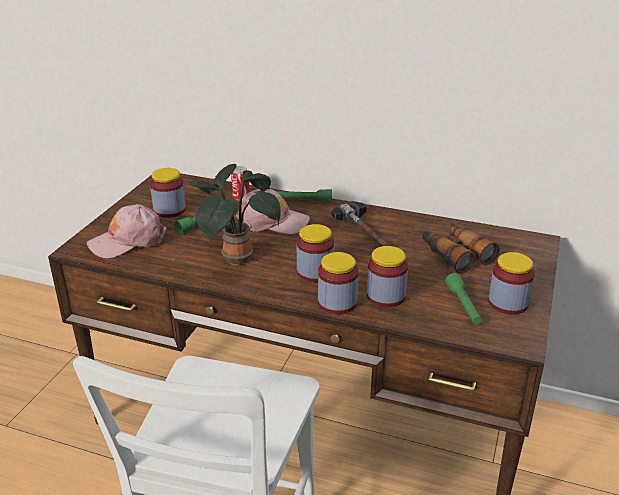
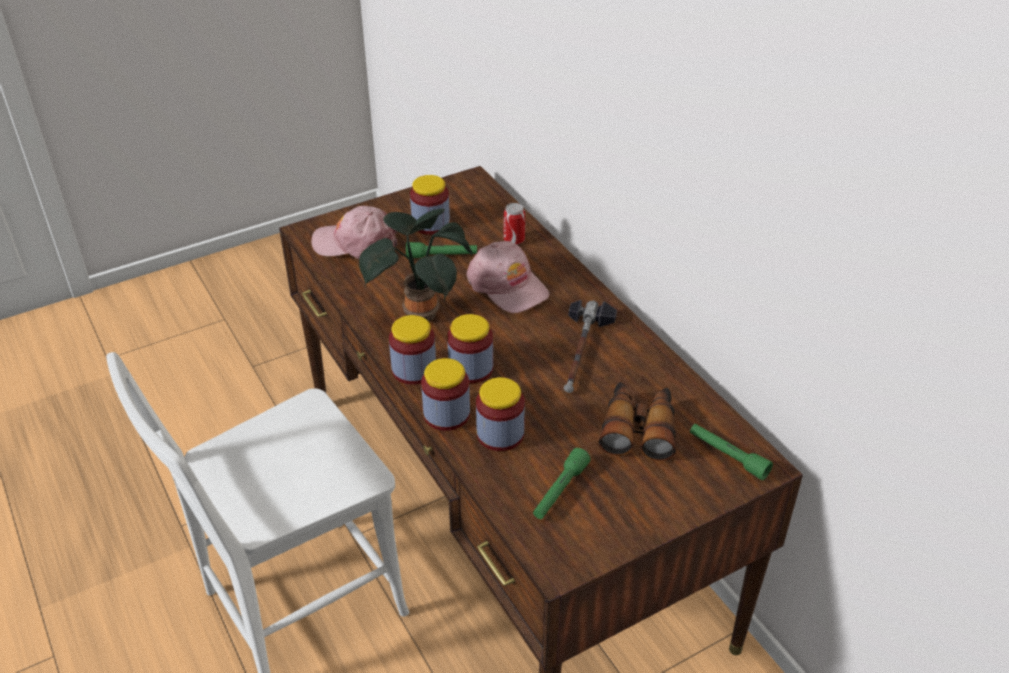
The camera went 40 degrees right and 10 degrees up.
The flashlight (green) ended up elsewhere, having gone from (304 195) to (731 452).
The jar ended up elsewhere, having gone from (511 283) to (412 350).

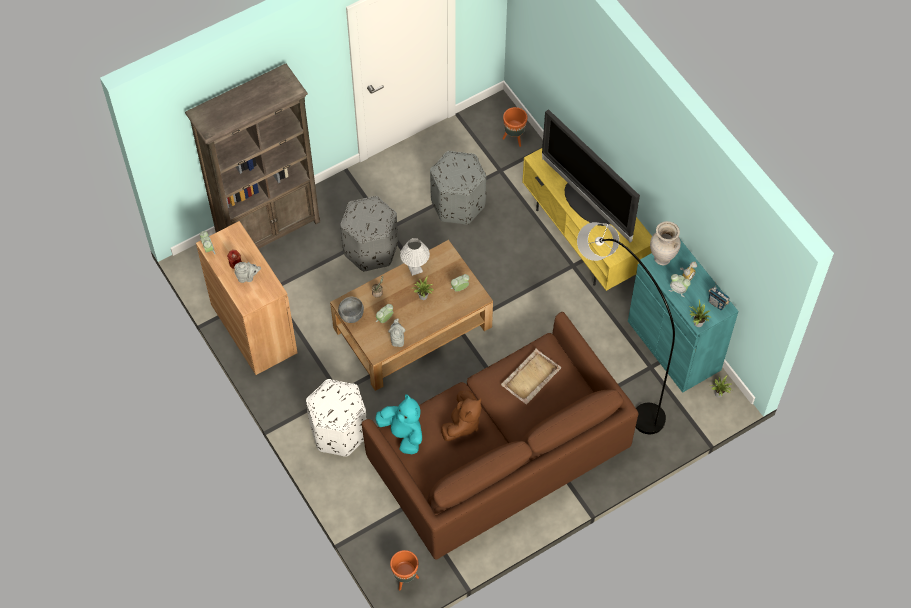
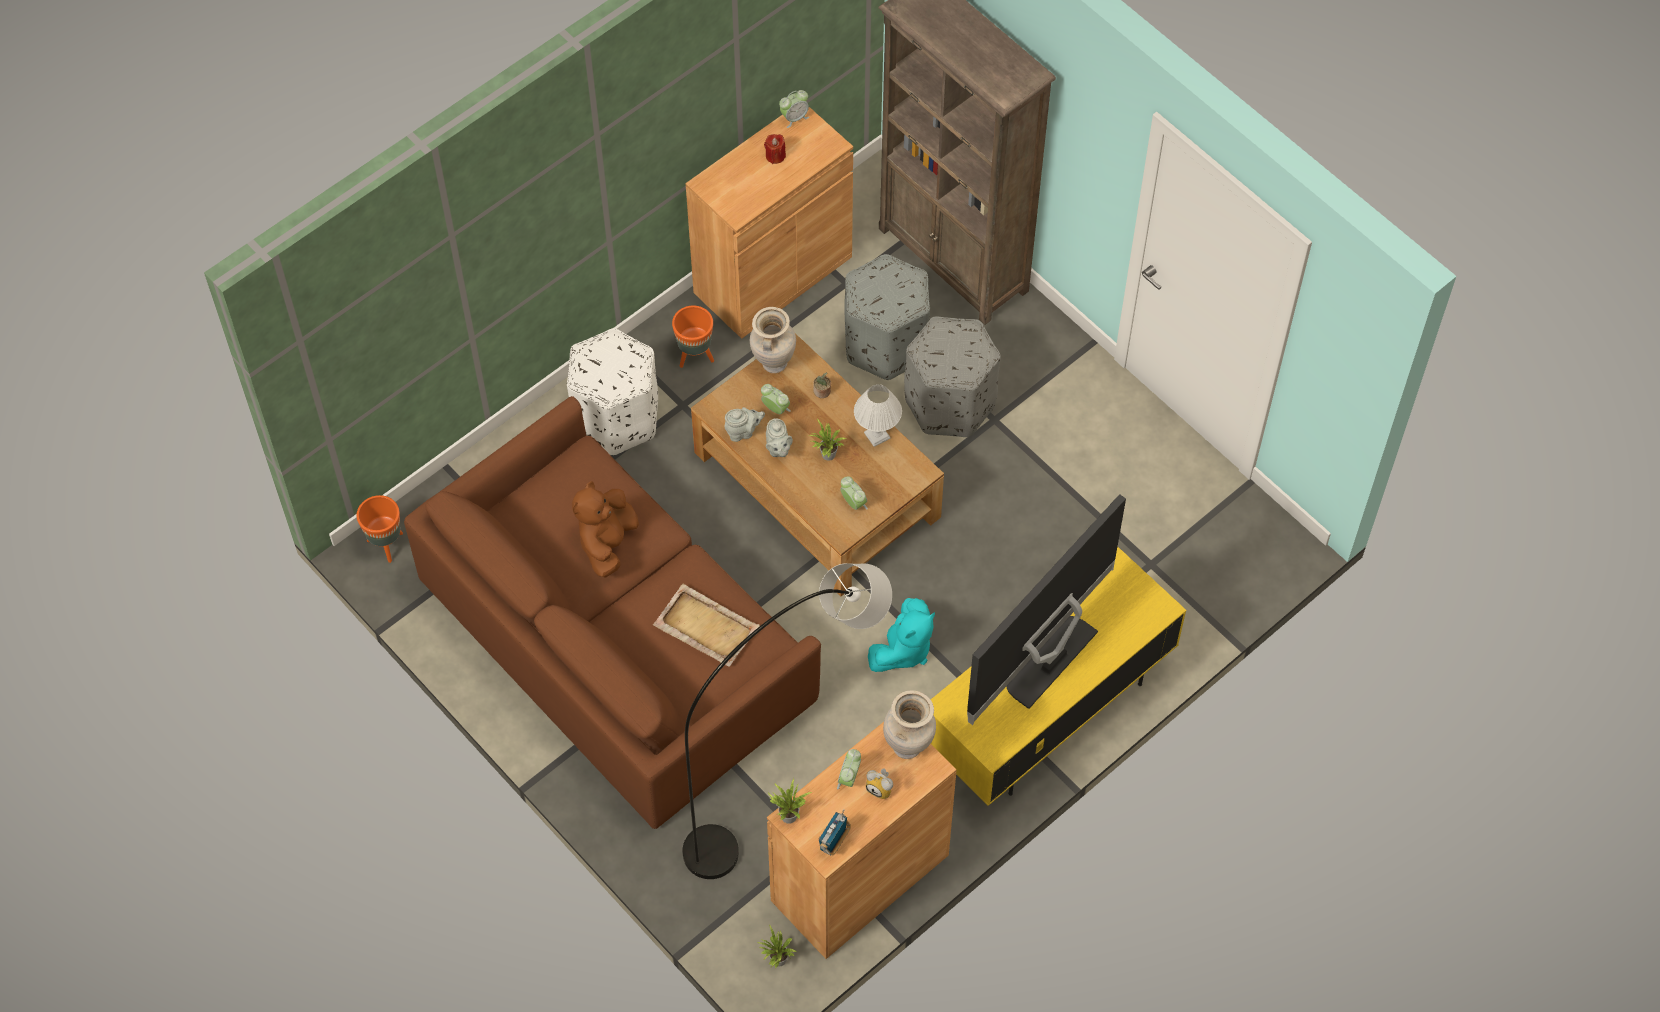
The camera went 80 degrees right and 0 degrees up.
The planter (orange) ended up elsewhere, having gone from (515 127) to (693 337).
The ottoman (grey) ended up elsewhere, having gone from (458 188) to (887 317).
What was the cabinet (turquoise) at (683 316) turned into the cabinet (brown) at (862 840).
The teapot (grey) ended up elsewhere, having gone from (247 272) to (779 437).
Where the bowl (grey) stood at (351 310), the vase (beige) came to stand at (773 340).
The plush toy (brown) at (461 415) ended up facing another way, 90 degrees clockwise from before.
The plush toy (turquoise) ended up elsewhere, having gone from (398 424) to (901 635).

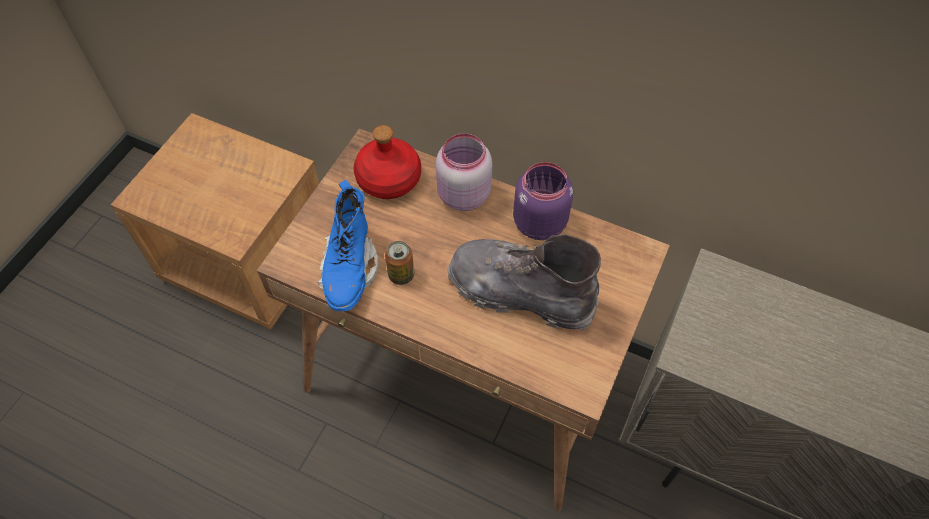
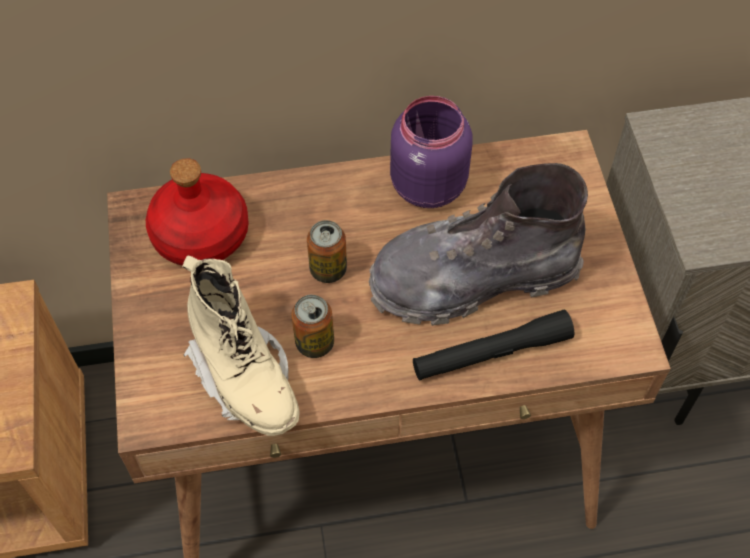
The camera went 35 degrees left and 0 degrees up.
The second view lost the jar (pink) at (464 172).
What was the boot (blue) at (348 245) turned into the boot (beige) at (240 345).
The second view gained the can at (327 251).
The second view gained the flashlight (black) at (493 345).

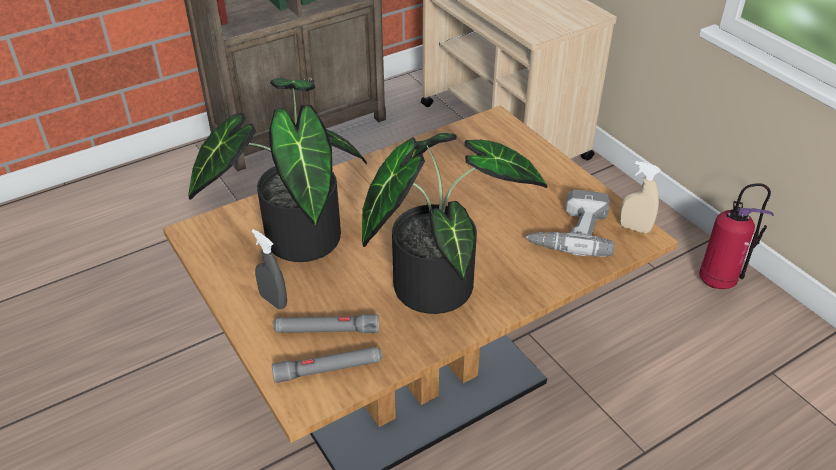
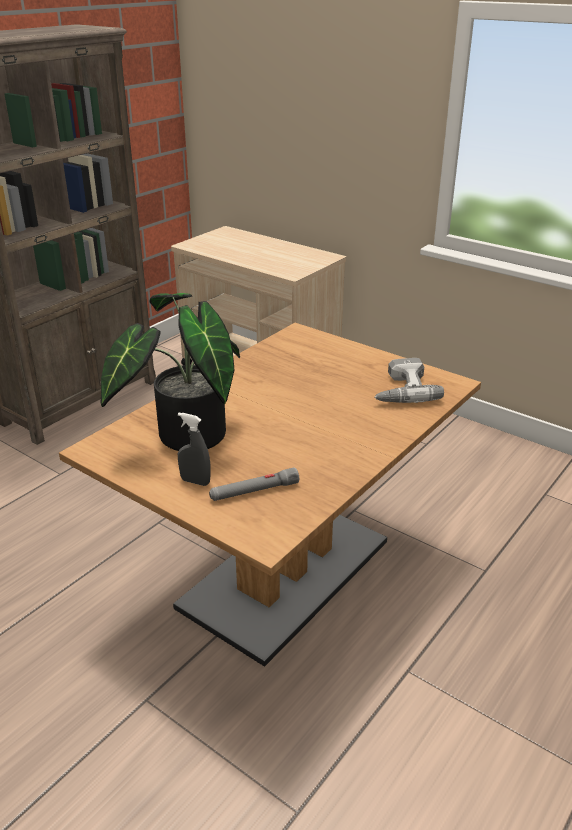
The camera went 20 degrees left and 10 degrees down.
The second view lost the potted plant at (455 223).
The second view lost the spray bottle (beige) at (640 197).
The second view lost the fire extinguisher at (736 236).
The second view lost the flashlight (grey) at (327 365).

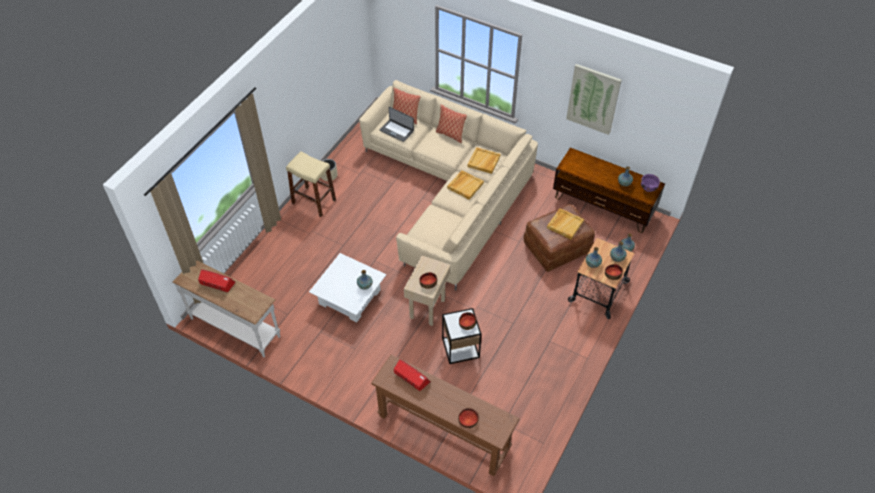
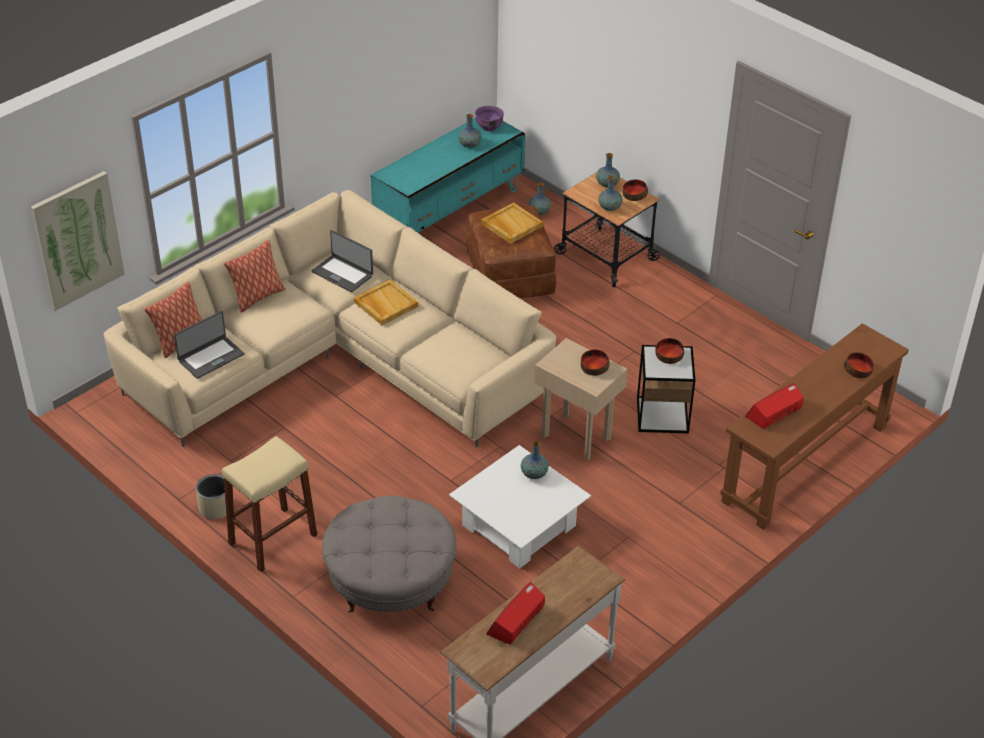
The camera went 75 degrees left and 10 degrees down.
The picture ended up elsewhere, having gone from (594 99) to (78 241).
Where the tray (beige) stood at (484 160), the laptop came to stand at (342 261).
What was the tv stand (brown) at (609 190) turned into the tv stand (turquoise) at (448 174).
The second view gained the ottoman (grey) at (389 554).

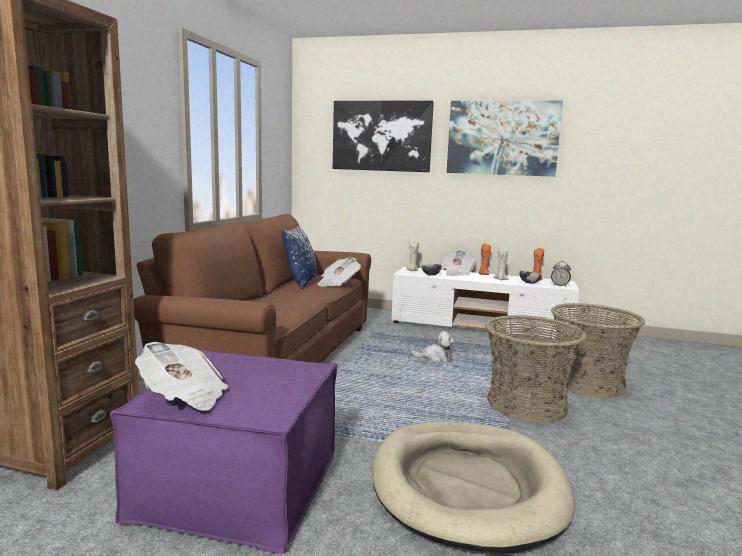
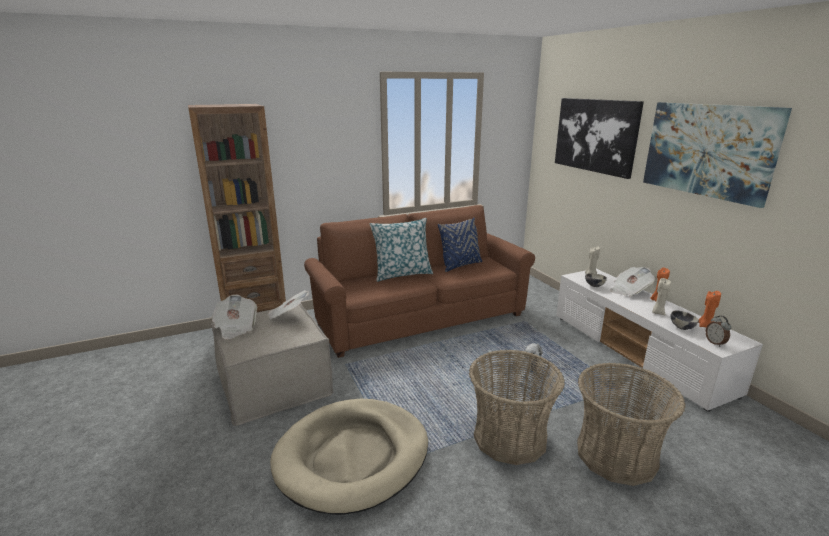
The camera went 50 degrees right and 10 degrees up.
The newspaper ended up elsewhere, having gone from (339 272) to (288 305).
What was the ottoman (purple) at (223 451) turned into the ottoman (beige) at (272 364).
The second view gained the pillow at (401 250).

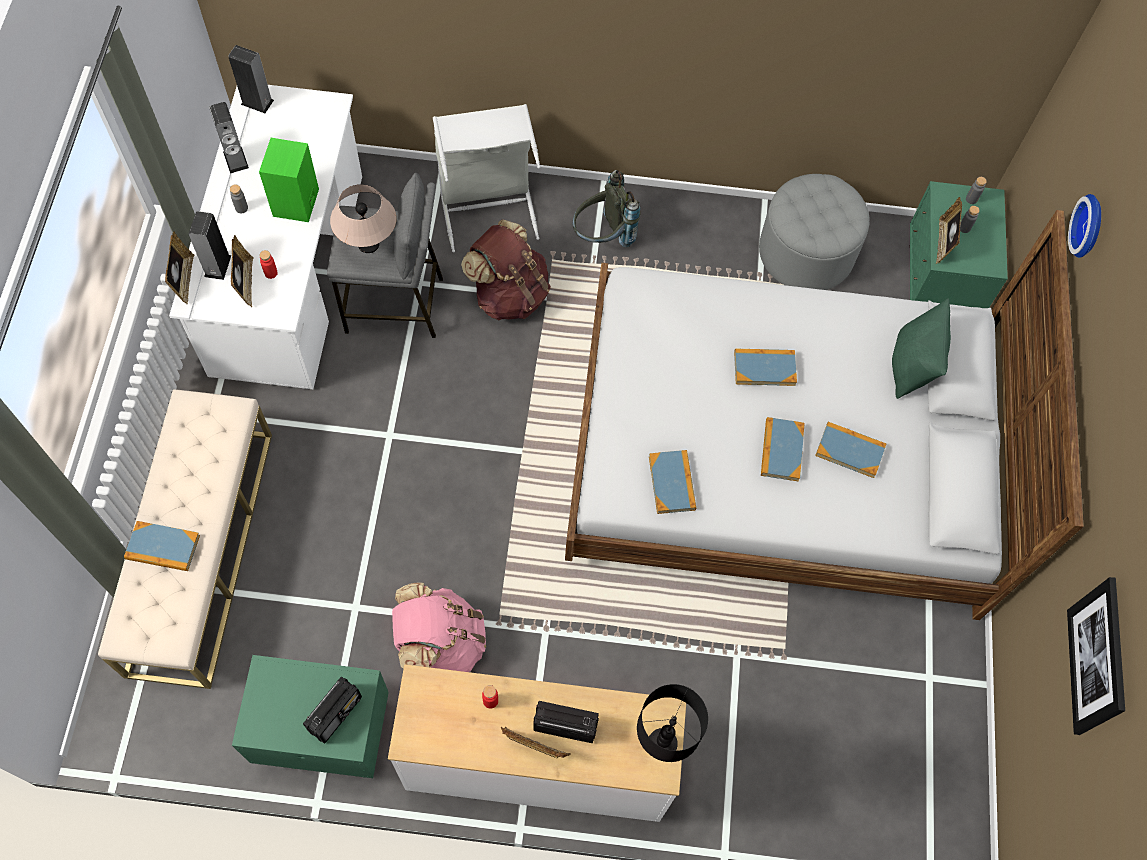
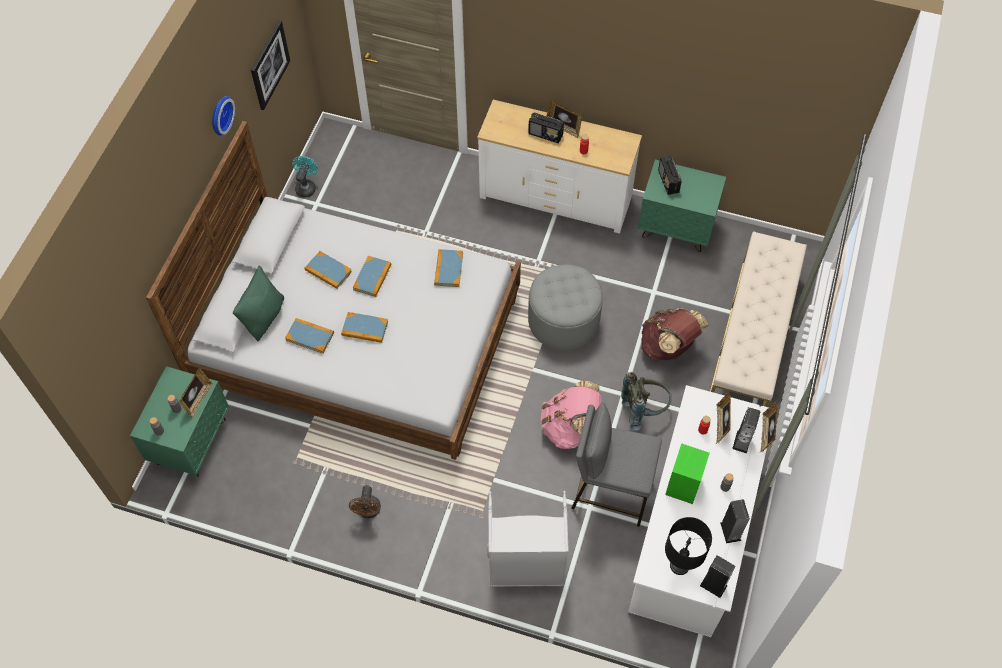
The camera went 165 degrees left and 5 degrees down.
The backpack (grey) ended up elsewhere, having gone from (606 208) to (646 401).
The ottoman (grey) ended up elsewhere, having gone from (814 232) to (565 307).
The second view lost the table lamp (beige) at (363 218).
The wall clock ended up elsewhere, having gone from (1084 226) to (223 116).
The backpack (brown) ended up elsewhere, having gone from (506 270) to (675 334).
The book ended up elsewhere, having gone from (162 546) to (309 336).
The backpack (pink) ended up elsewhere, having gone from (439 627) to (571 415).
The radio at (332 710) ended up facing another way, 60 degrees counterclockwise from before.
The table lamp (black) ended up elsewhere, having gone from (672 723) to (688 546).
The second view gained the fan (turquoise) at (305 176).
The second view gained the fan (brown) at (365 501).

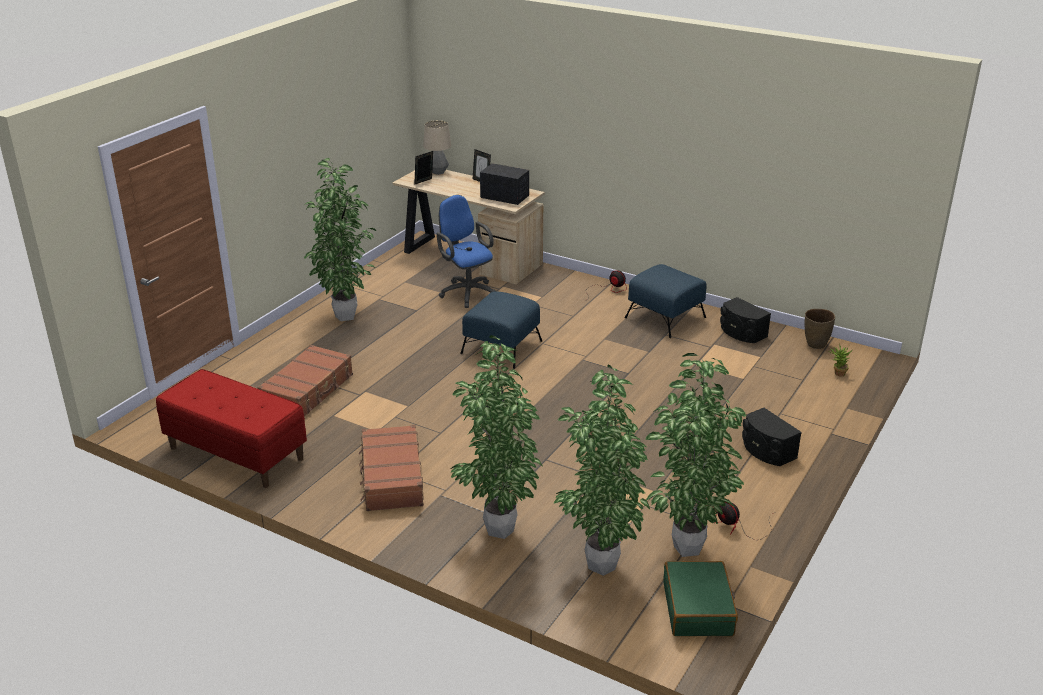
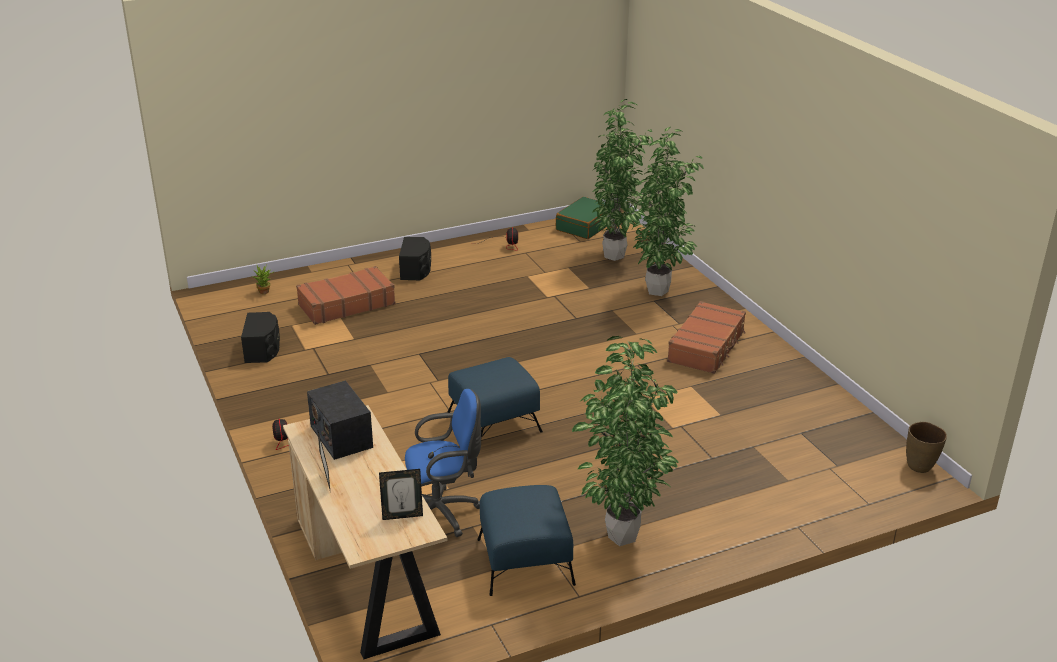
The camera went 145 degrees left and 0 degrees up.
The second view lost the table lamp at (437 147).
The office chair (blue) at (466 251) ended up facing another way, 105 degrees counterclockwise from before.
The ottoman (blue) ended up elsewhere, having gone from (666 301) to (526 540).
The vase (brown) ended up elsewhere, having gone from (820 329) to (926 447).
The suitcase (brown) ended up elsewhere, having gone from (305 380) to (346 295).
The second view lost the potted plant at (695 455).
The second view lost the bench (red) at (231 428).

